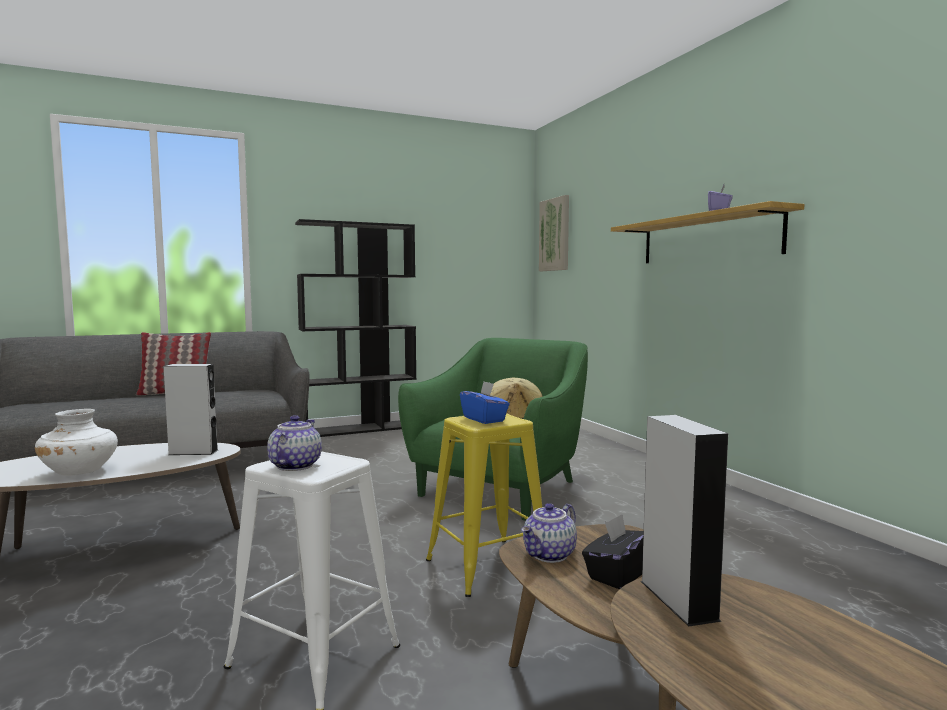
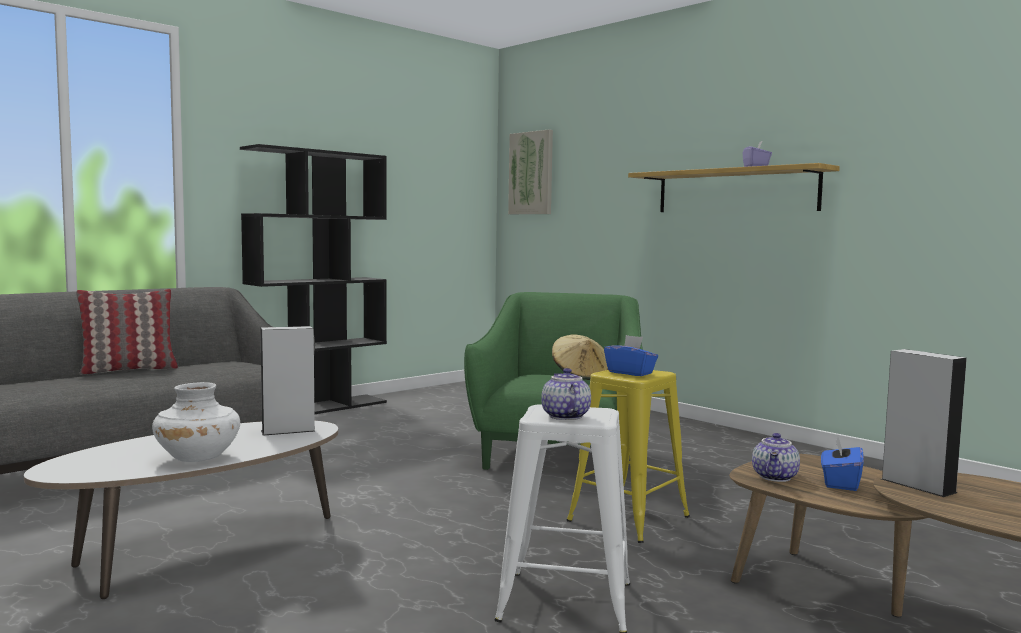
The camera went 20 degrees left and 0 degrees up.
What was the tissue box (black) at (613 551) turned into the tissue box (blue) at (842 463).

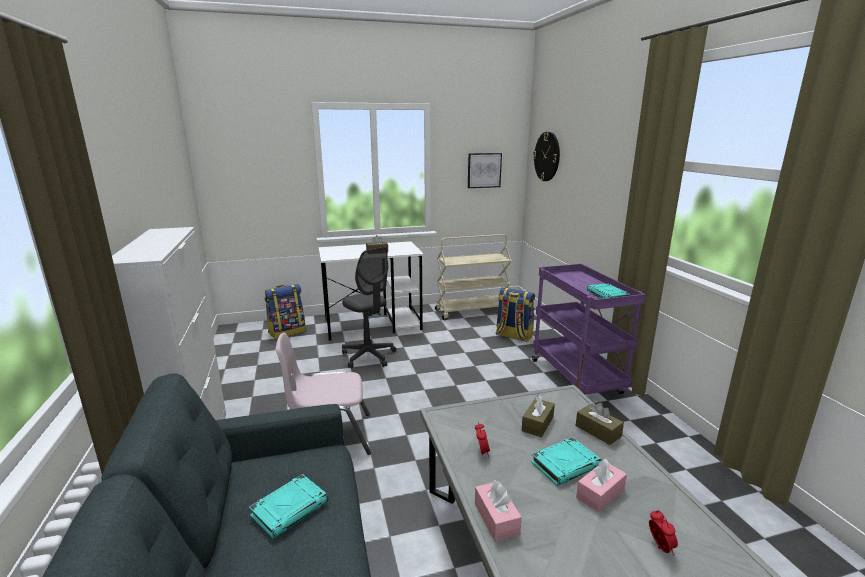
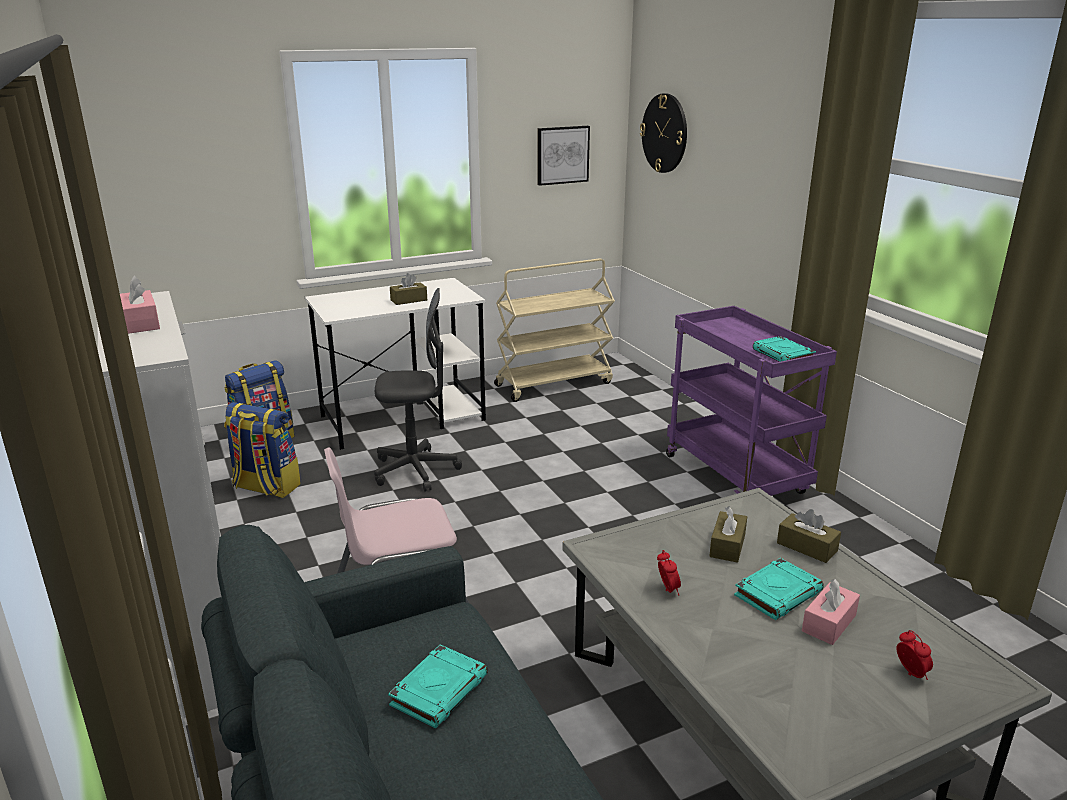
The camera went 10 degrees left and 5 degrees up.
The office chair (grey) at (369 307) ended up facing another way, 45 degrees counterclockwise from before.
The backpack ended up elsewhere, having gone from (515 314) to (262 450).
The tissue box (pink) ended up elsewhere, having gone from (498 511) to (140 304).

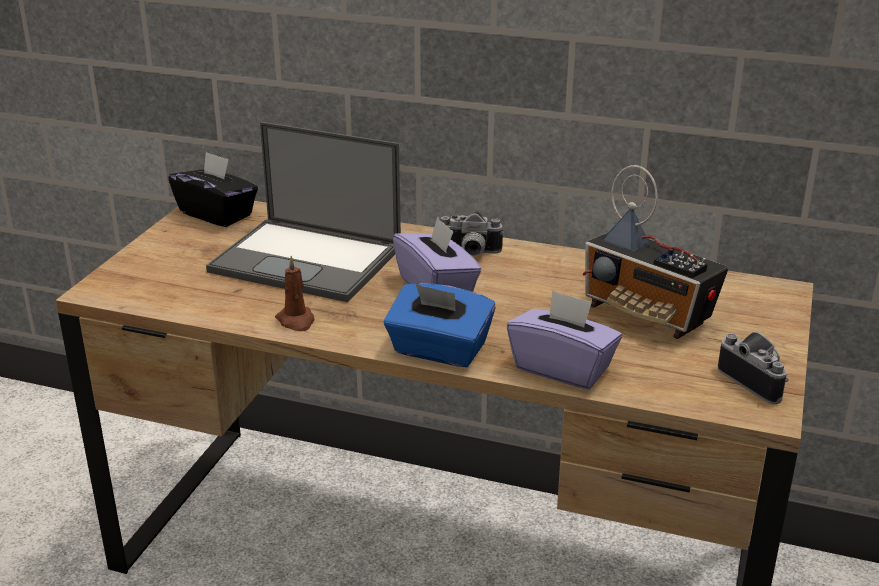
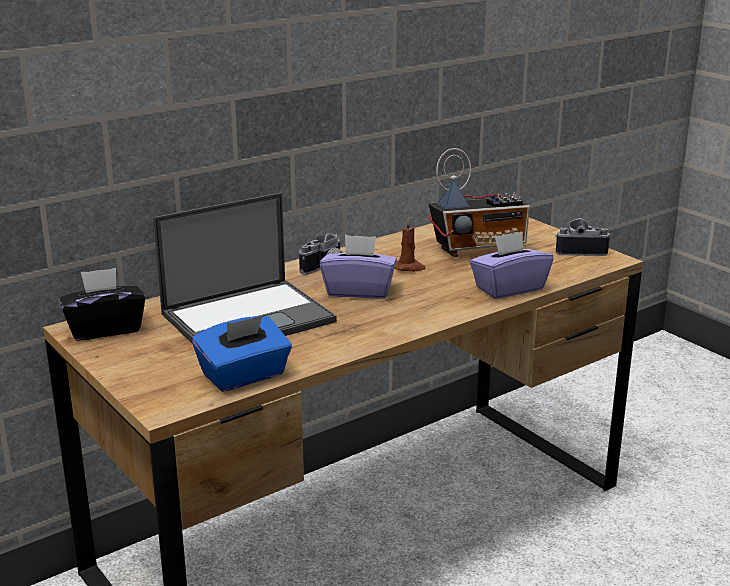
The camera went 55 degrees left and 5 degrees down.
The candle (brown) ended up elsewhere, having gone from (294 293) to (410 244).
The tissue box (blue) ended up elsewhere, having gone from (440 325) to (242 354).

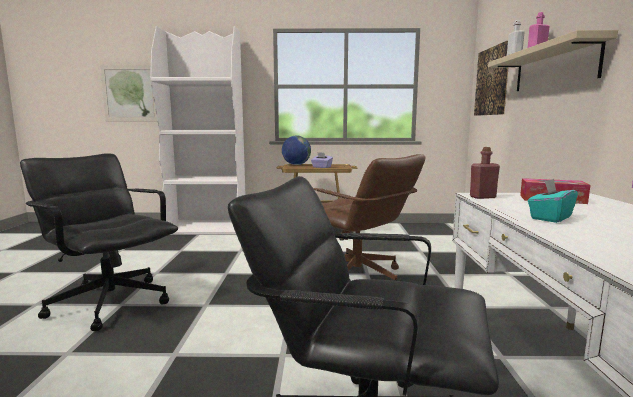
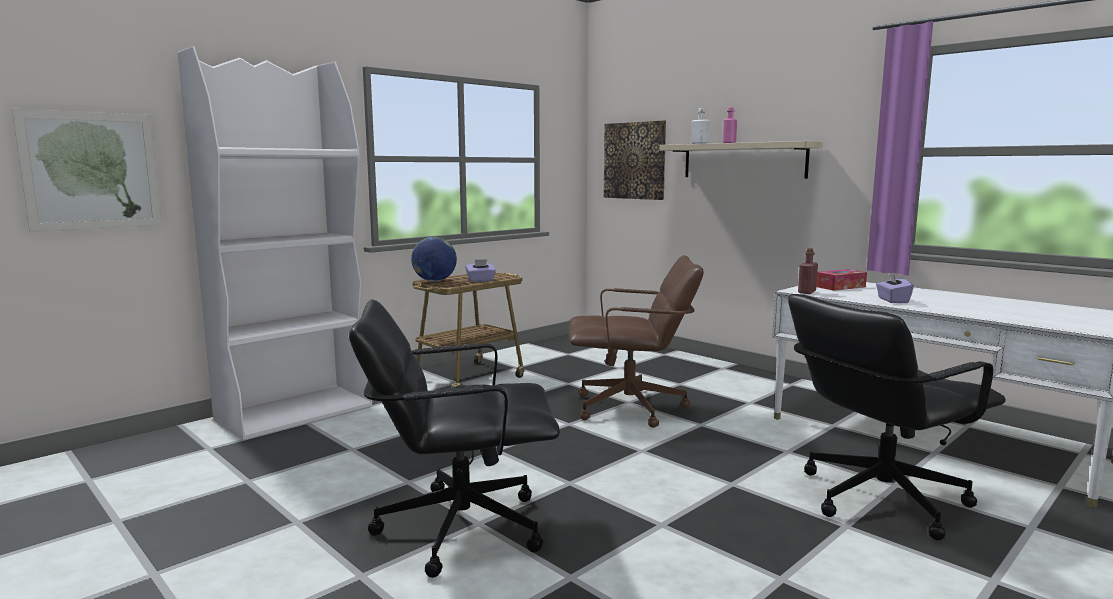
The camera went 45 degrees left and 0 degrees up.
What was the tissue box (turquoise) at (553 201) turned into the tissue box (purple) at (895 287).

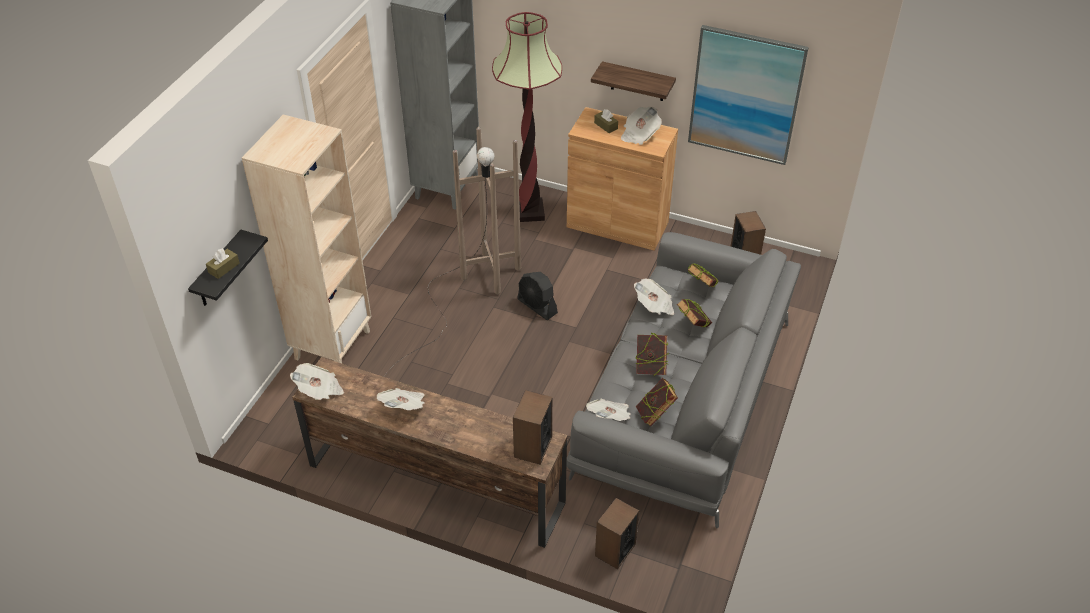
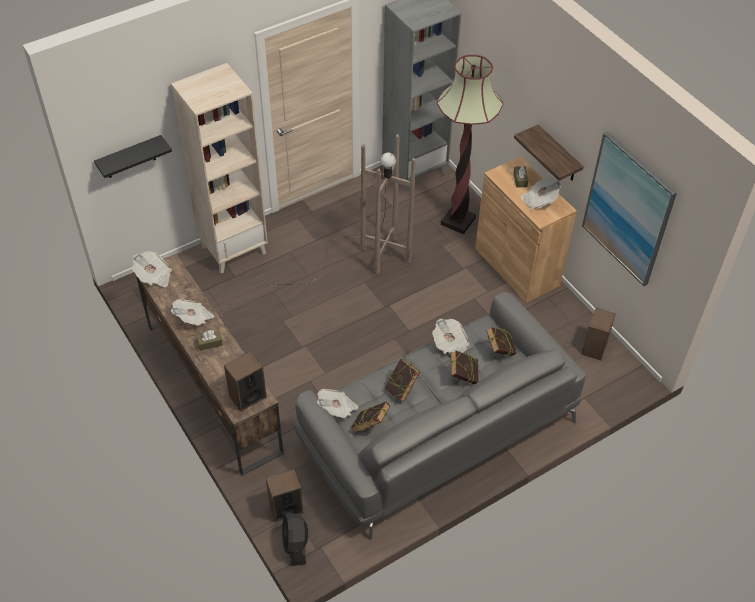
The camera went 35 degrees right and 5 degrees up.
The tissue box (brown) ended up elsewhere, having gone from (223 263) to (210 340).
The fan (black) ended up elsewhere, having gone from (537 296) to (295 539).

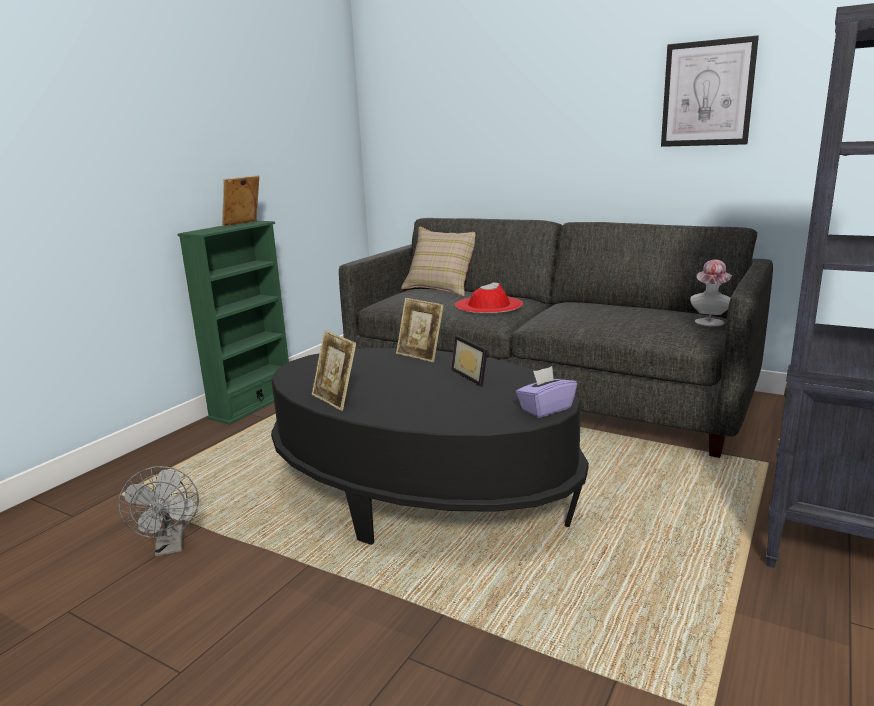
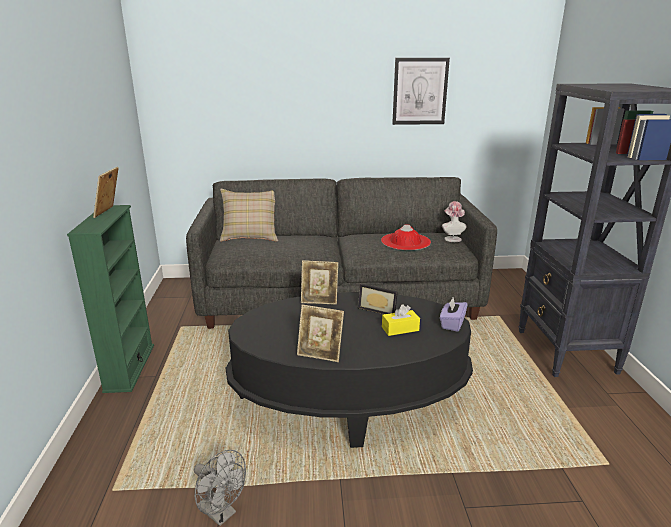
The camera went 35 degrees left and 5 degrees up.
The hat (red) ended up elsewhere, having gone from (489 298) to (406 237).
The second view gained the tissue box (yellow) at (401 320).

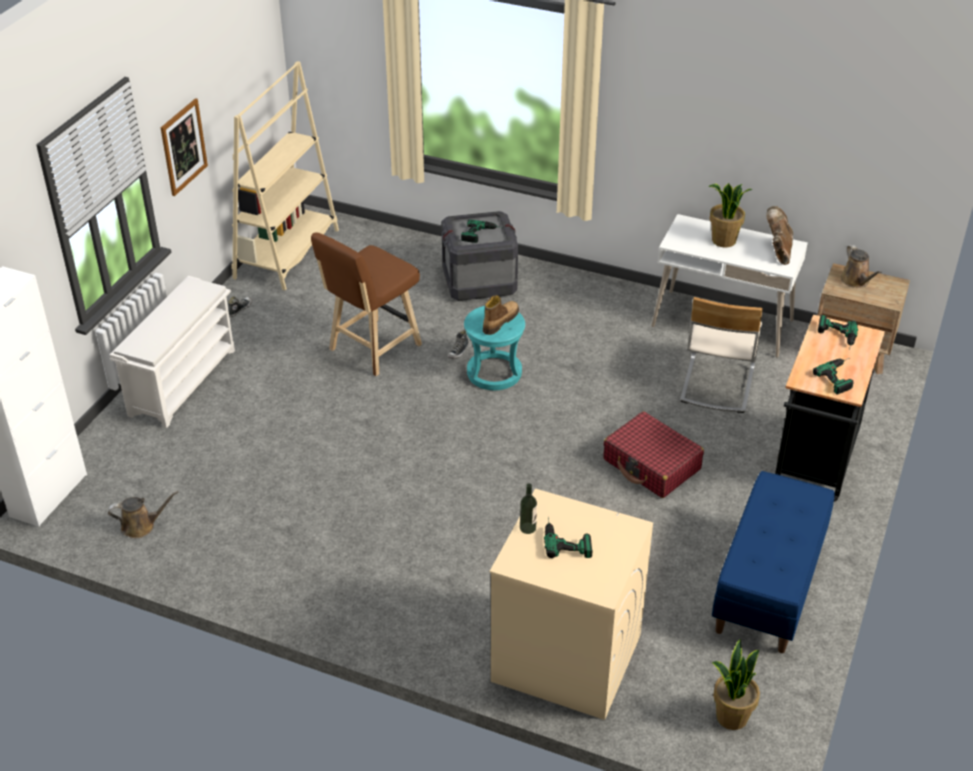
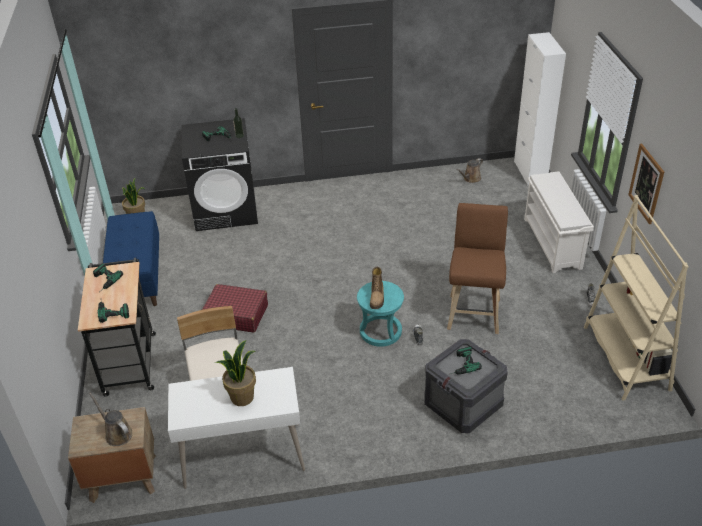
The camera went 150 degrees right and 0 degrees up.
The second view lost the boot (brown) at (779 235).
What was the washing machine (beige) at (571 604) turned into the washing machine (black) at (220 174).

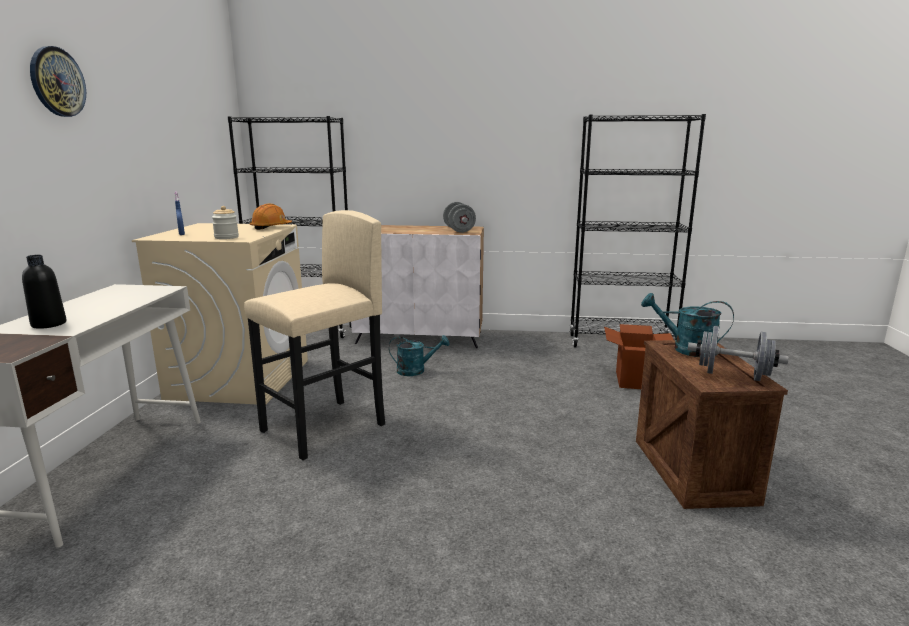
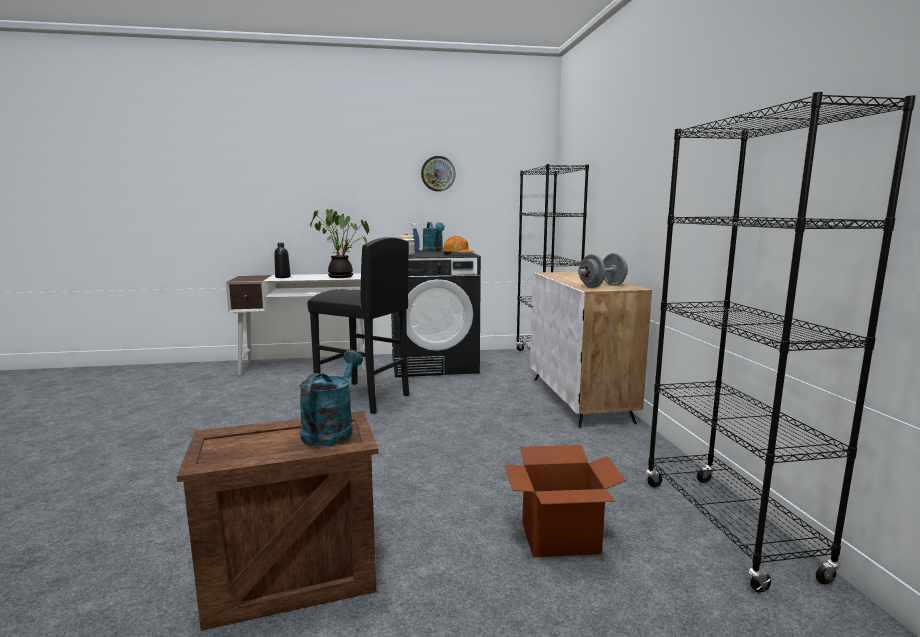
The camera went 75 degrees right and 5 degrees down.
The wall clock ended up elsewhere, having gone from (58 81) to (438 174).
What was the stool (beige) at (314 335) turned into the stool (black) at (358 325).
What was the washing machine (beige) at (220 313) turned into the washing machine (black) at (436 313).
The second view lost the dumbbell (grey) at (738 353).
The watering can (turquoise) ended up elsewhere, having gone from (419 355) to (434 237).
The second view gained the potted plant at (339 243).

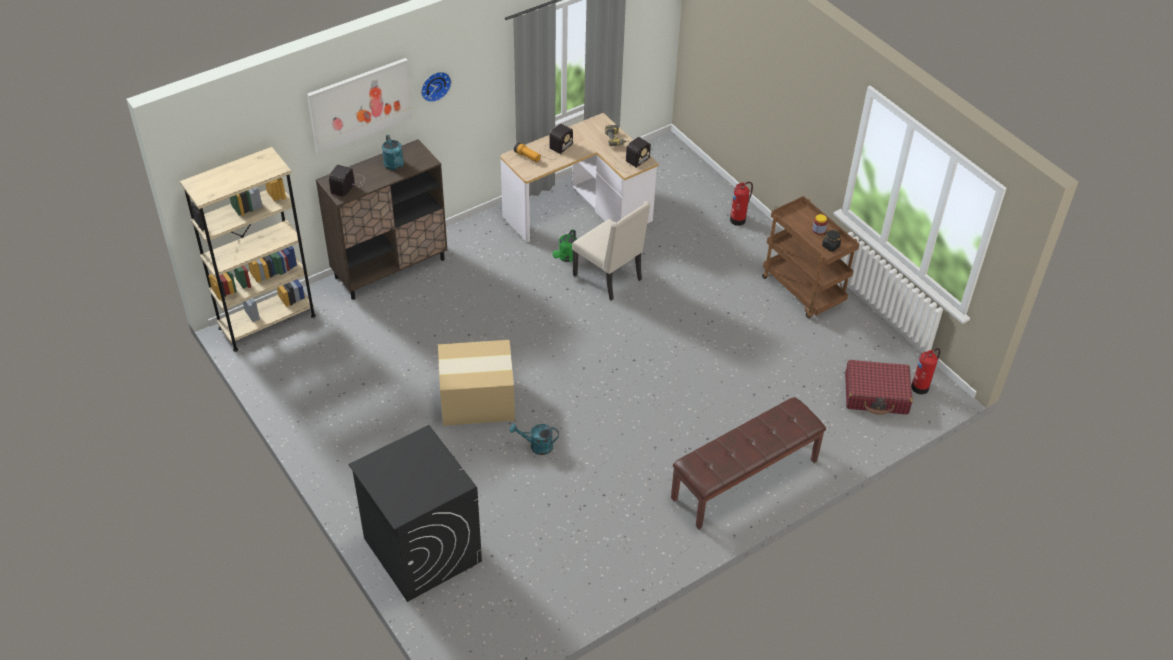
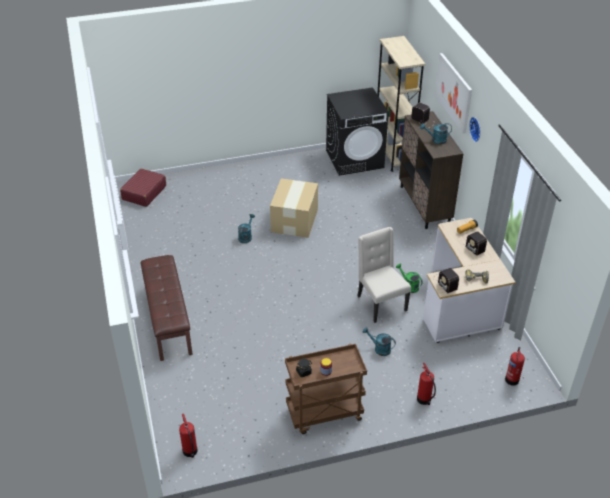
The camera went 110 degrees right and 5 degrees down.
The chair (beige) at (611 251) ended up facing another way, 90 degrees clockwise from before.
The suitcase (red) ended up elsewhere, having gone from (879 387) to (143 187).
The washing machine (black) ended up elsewhere, having gone from (415 513) to (357 131).
The second view gained the watering can (turquoise) at (379 341).
The second view gained the fire extinguisher at (515 366).

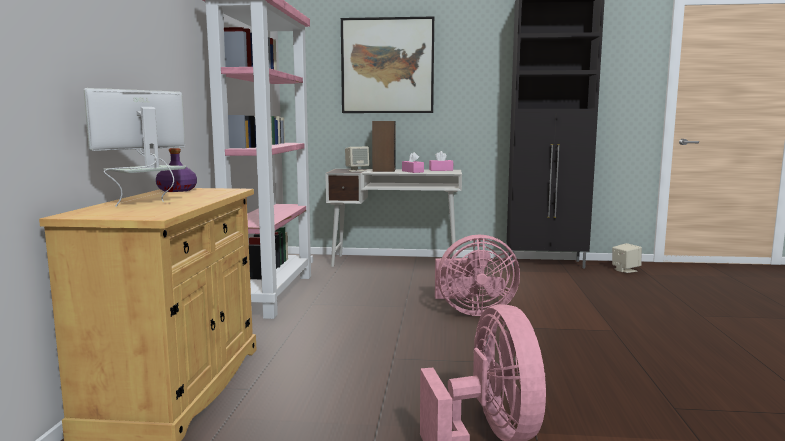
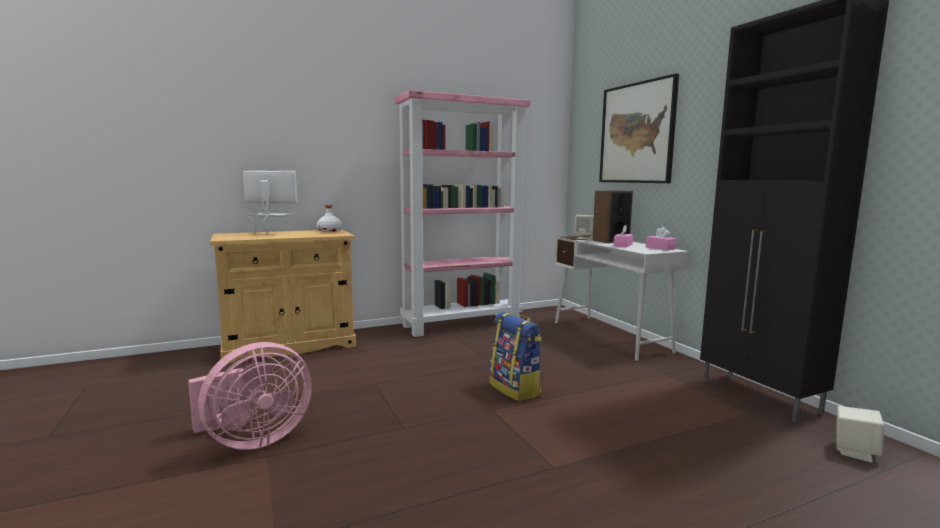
The camera went 60 degrees right and 0 degrees up.
What was the bottle (purple) at (176 170) turned into the bottle (white) at (329 218).
Where the fan (pink) stood at (477 275), the backpack came to stand at (516 356).

